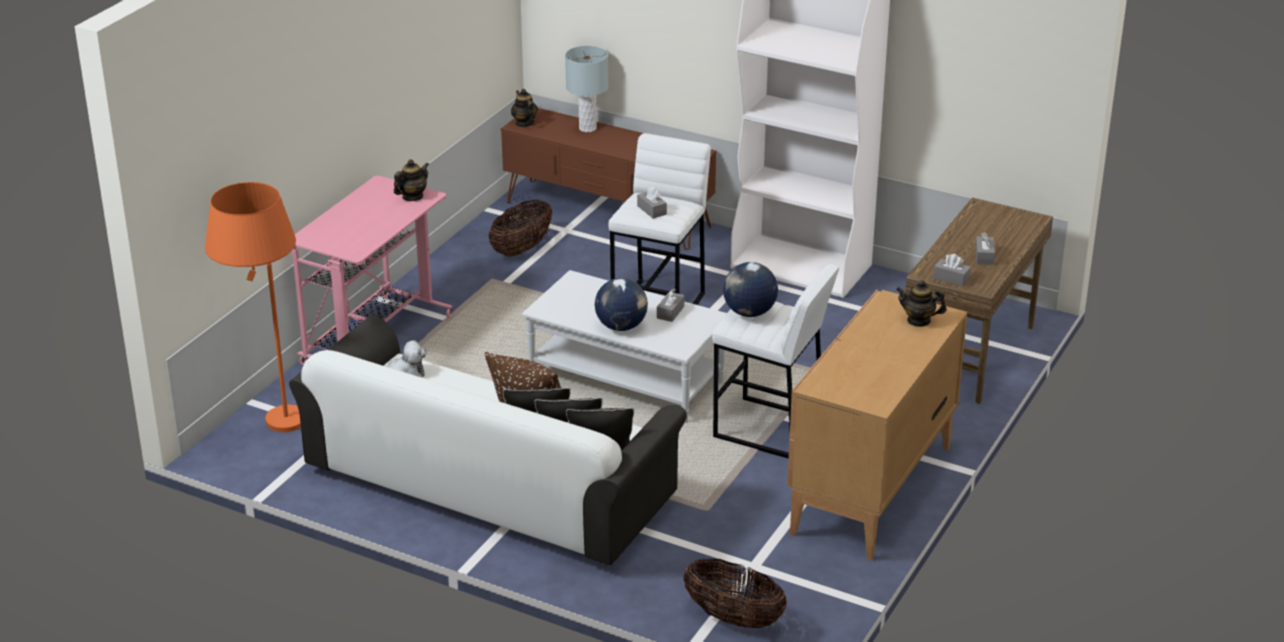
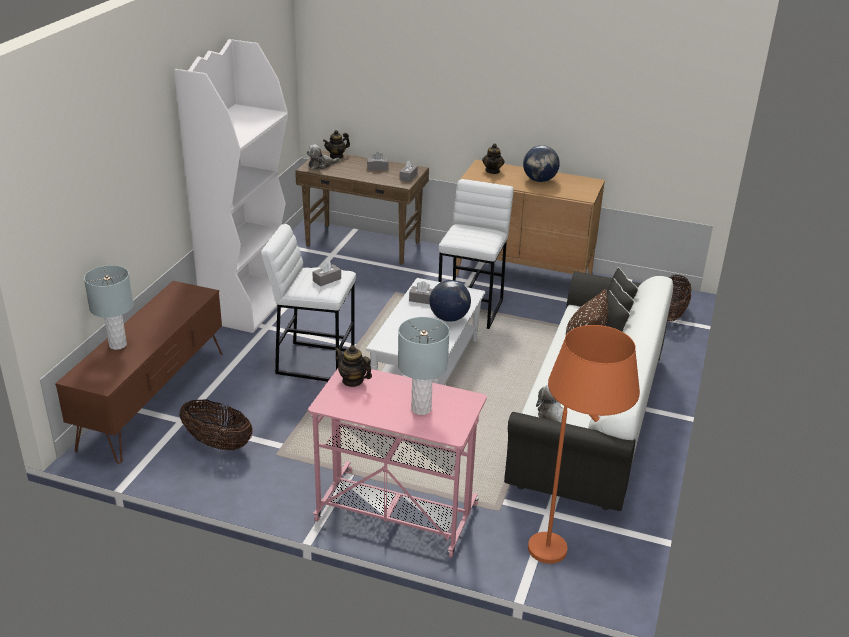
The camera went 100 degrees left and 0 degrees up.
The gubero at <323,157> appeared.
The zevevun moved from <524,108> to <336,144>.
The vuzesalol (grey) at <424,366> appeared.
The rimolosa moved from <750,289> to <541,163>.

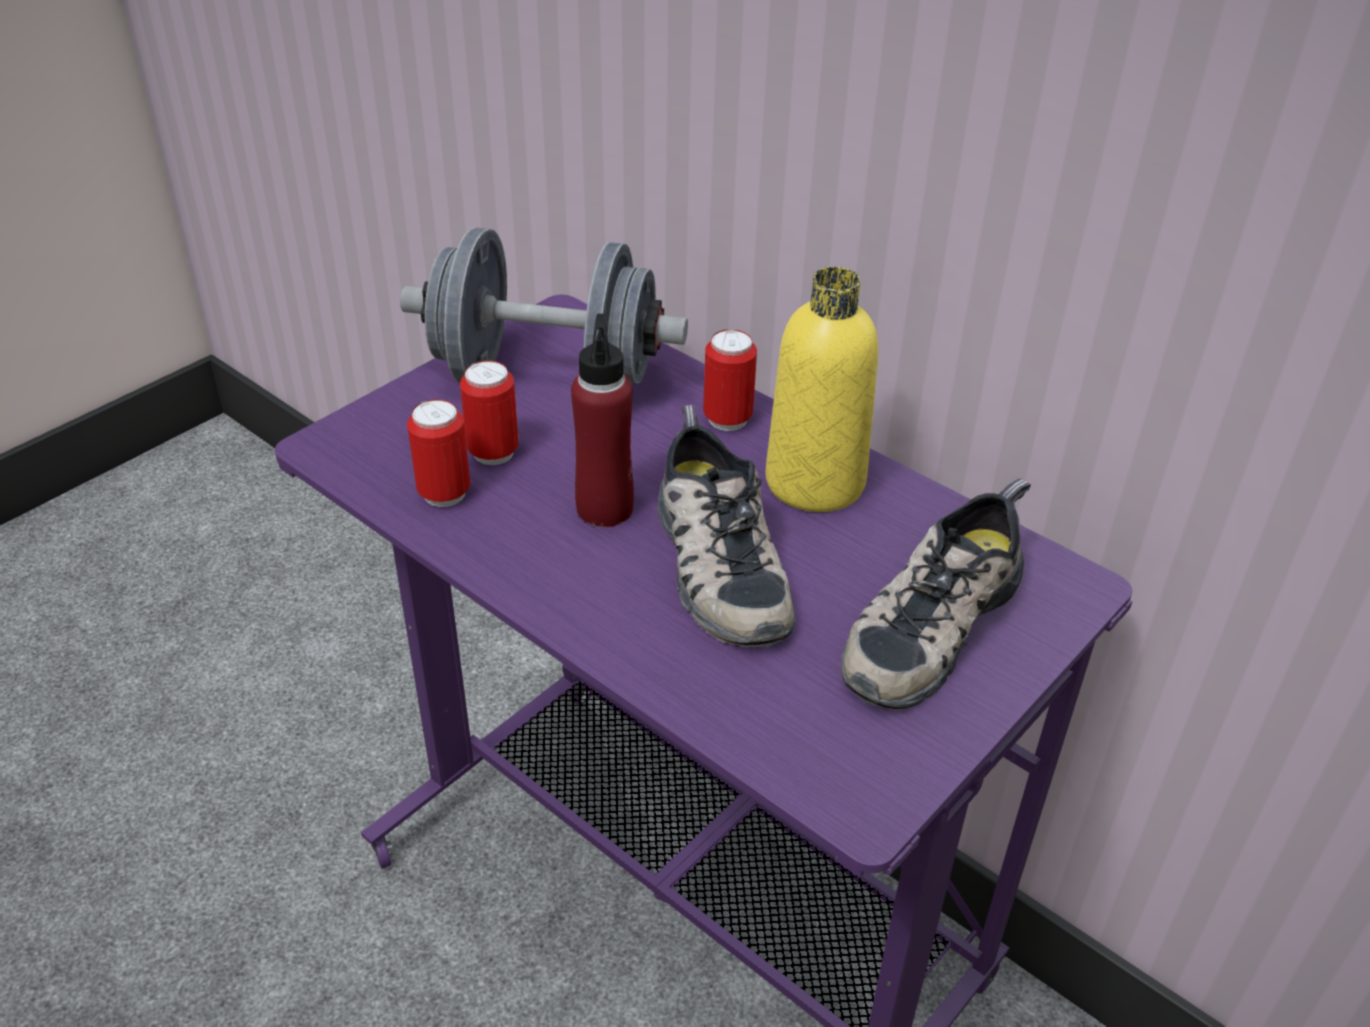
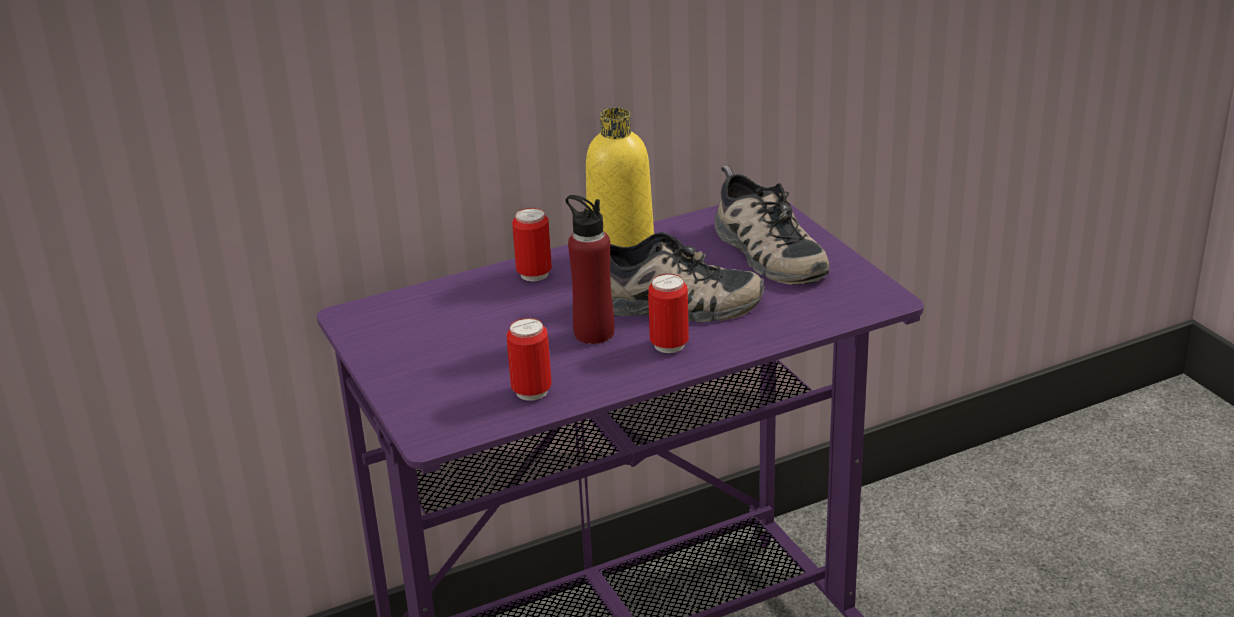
The camera went 65 degrees left and 10 degrees down.
The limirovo moved from <489,412> to <668,313>.
The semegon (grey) at <544,305> disappeared.

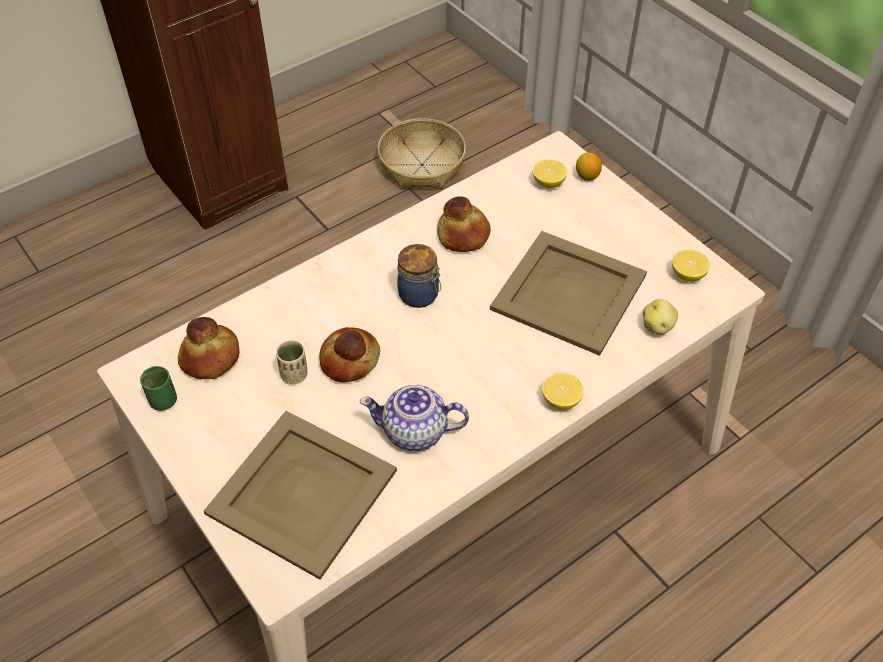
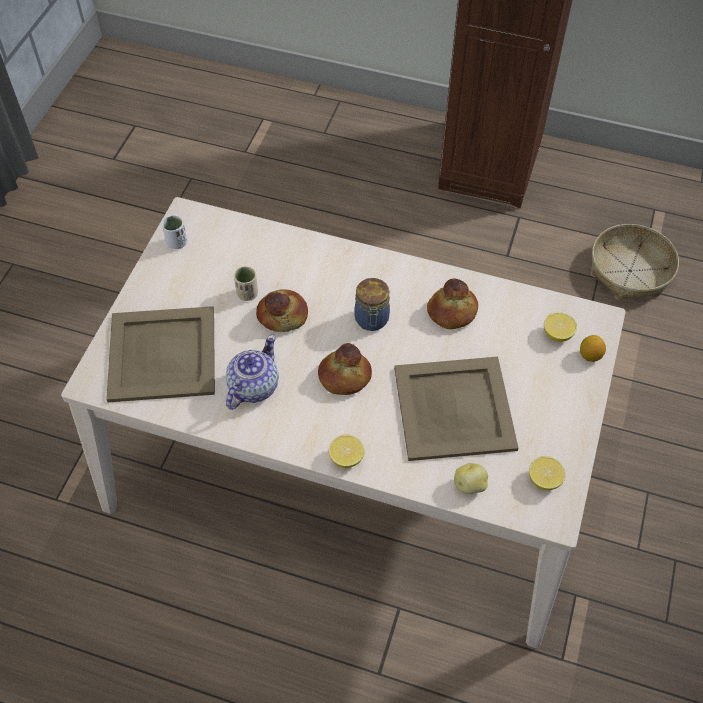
The camera went 55 degrees right and 5 degrees up.
The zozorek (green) at <158,388> became the zozorek (white) at <174,232>.
The zevevun at <414,418> turned 60 degrees clockwise.
The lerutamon moved from <208,348> to <345,369>.

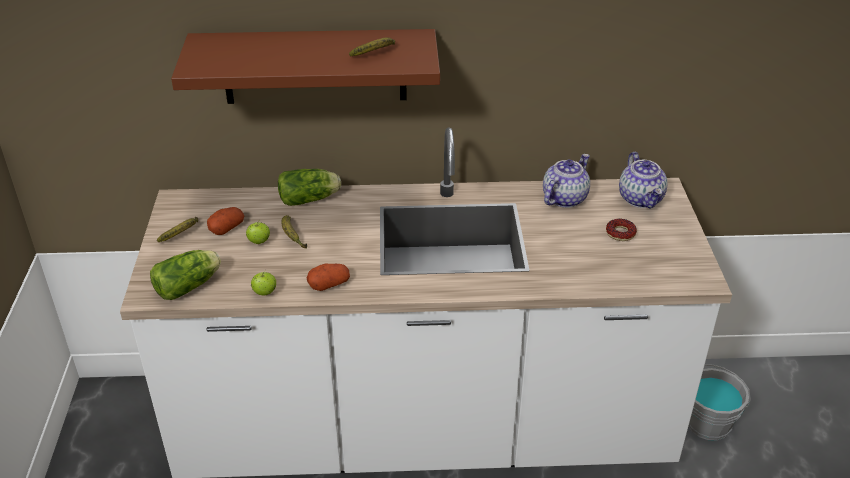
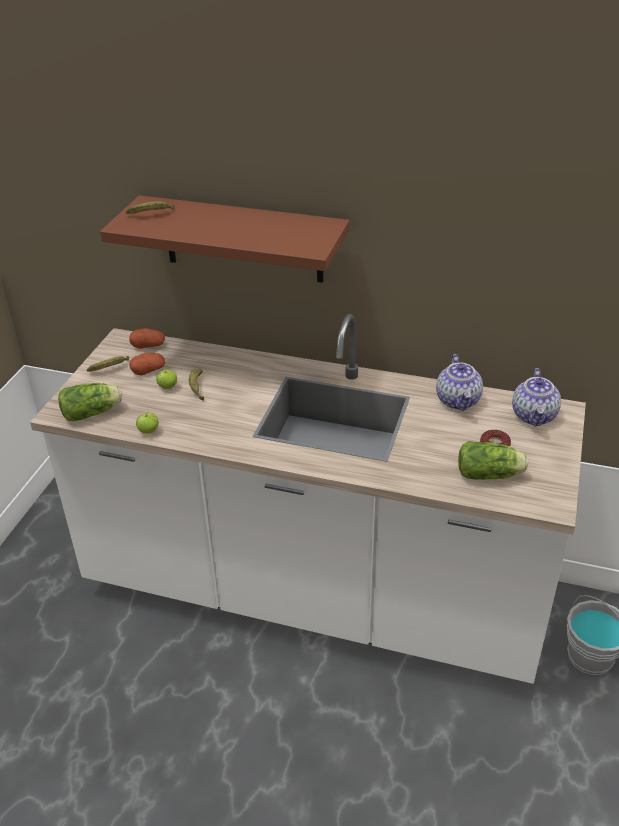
The camera went 20 degrees right and 0 degrees up.
The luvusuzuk moved from <372,47> to <150,207>.
The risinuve moved from <328,277> to <147,338>.
The zevevun at <566,181> turned 120 degrees clockwise.
The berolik moved from <309,187> to <493,460>.

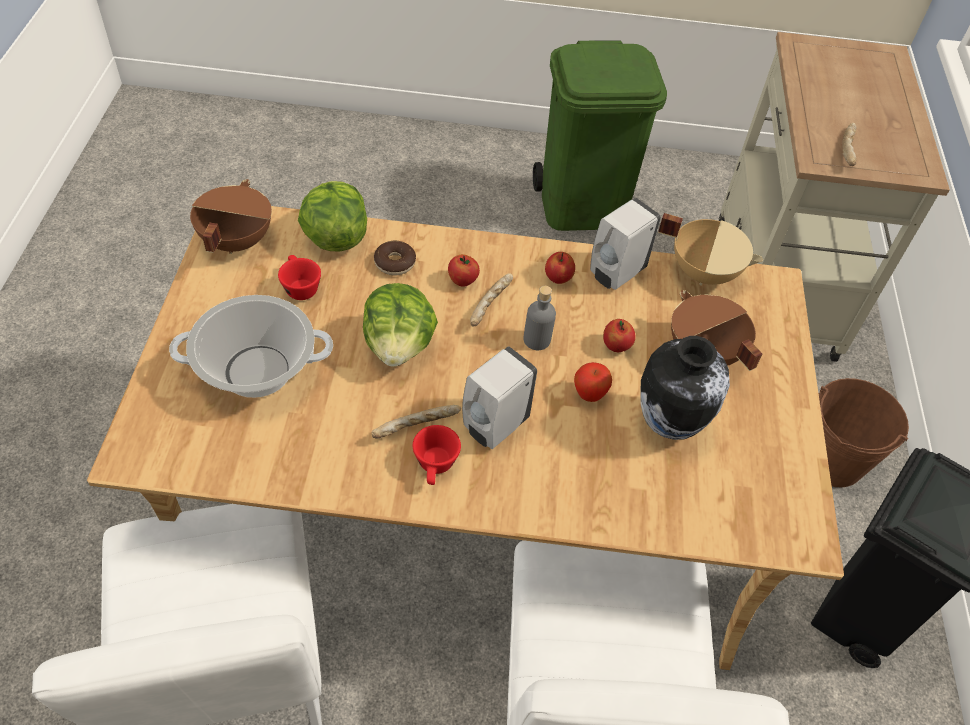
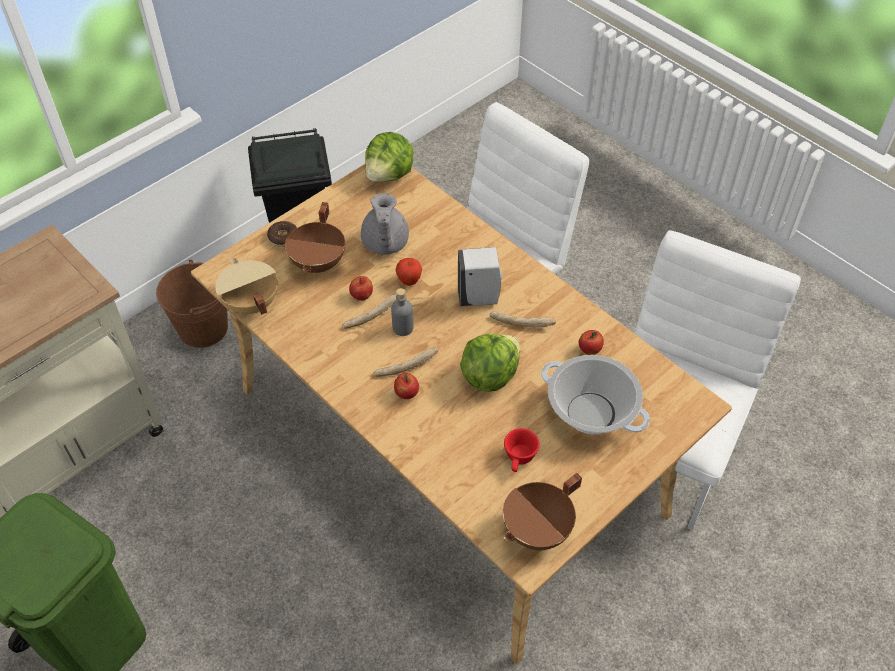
The camera went 135 degrees left and 0 degrees up.
The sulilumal moved from <395,258> to <282,234>.
The lerutamon moved from <849,144> to <369,310>.
The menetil at <685,388> was replaced by the zevevun (grey) at <385,224>.
The berolik moved from <332,216> to <389,157>.
The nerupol moved from <560,268> to <591,342>.
The zozorek (red) at <437,455> disappeared.
The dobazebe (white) at <625,244> disappeared.

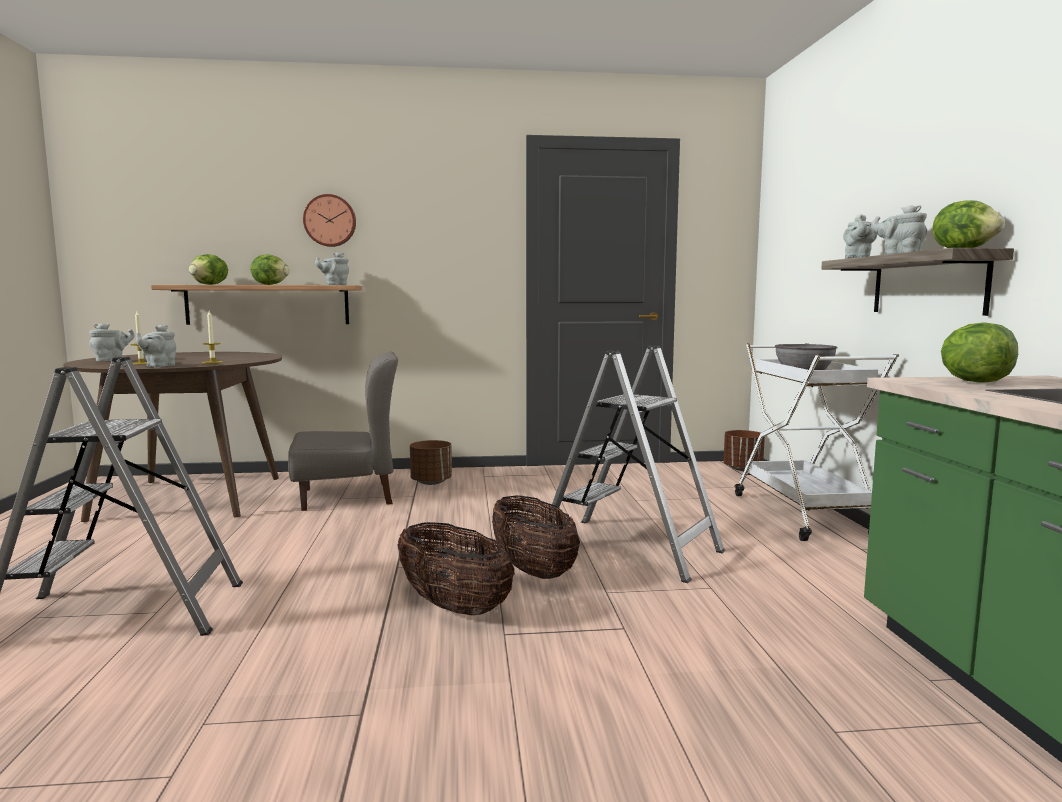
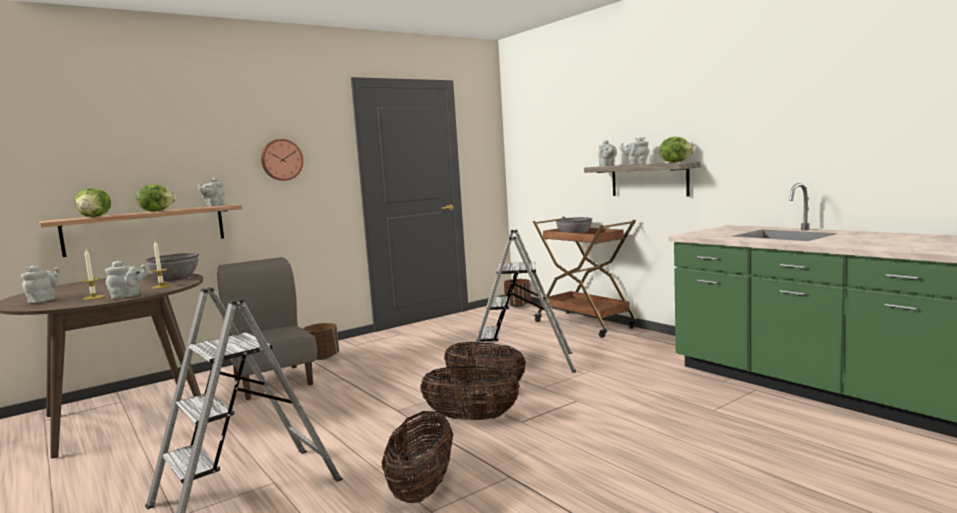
The camera went 30 degrees left and 0 degrees up.
The zevevun (grey) at <156,346> turned 90 degrees counterclockwise.
The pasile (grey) at <172,267> appeared.
The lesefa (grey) at <343,431> turned 75 degrees counterclockwise.
The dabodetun moved from <329,220> to <282,160>.
The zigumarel at <417,457> appeared.
The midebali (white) at <816,442> became the midebali (brown) at <585,277>.
The berolik at <979,352> disappeared.

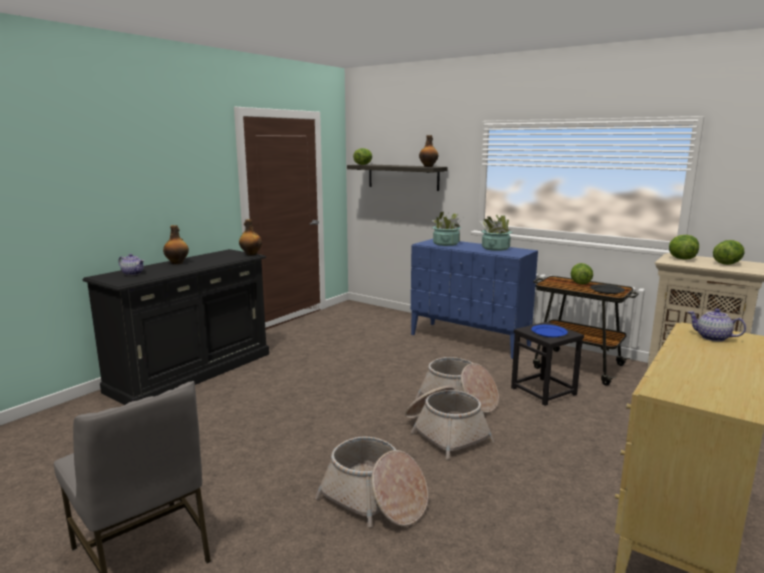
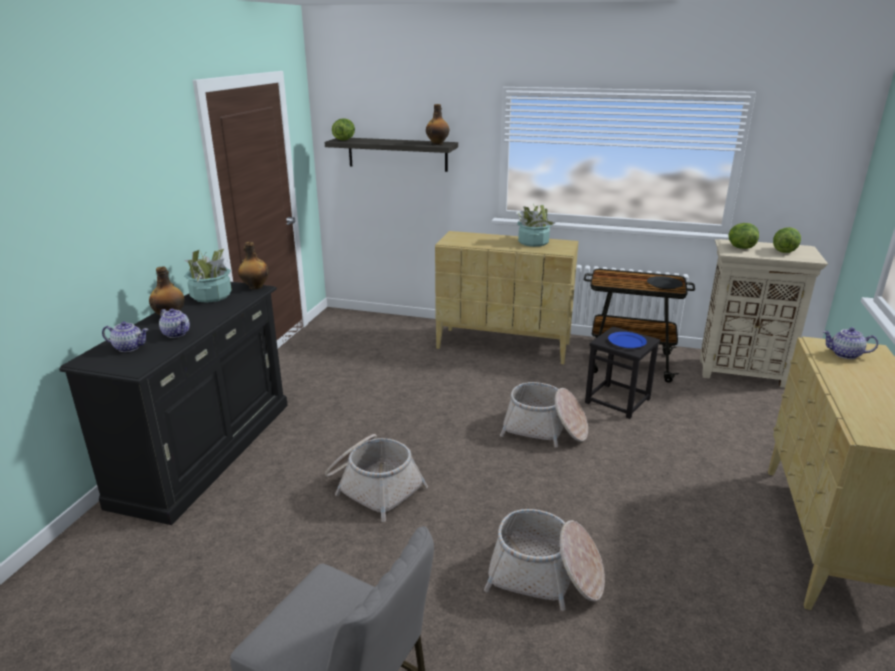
The camera went 20 degrees left and 10 degrees up.
The zevevun at <174,323> appeared.
The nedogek moved from <447,229> to <208,276>.
The zigumarel moved from <449,423> to <376,478>.
The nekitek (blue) at <474,299> became the nekitek (beige) at <507,297>.
The berolik at <582,273> disappeared.

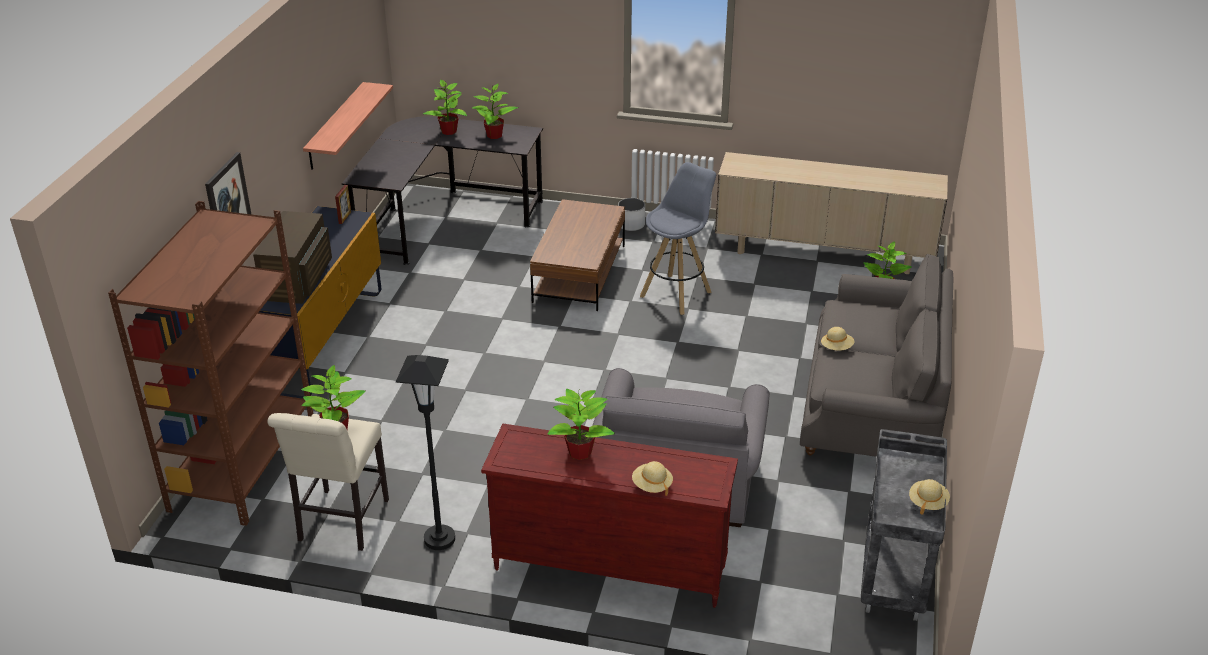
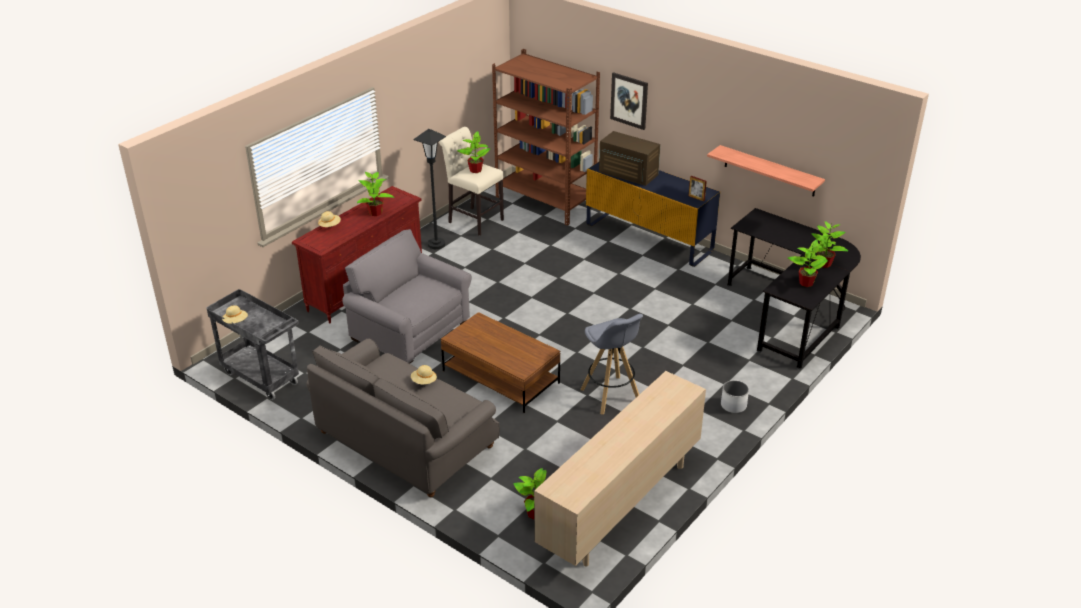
The camera went 115 degrees right and 0 degrees up.
The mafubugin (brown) moved from <577,255> to <500,362>.

